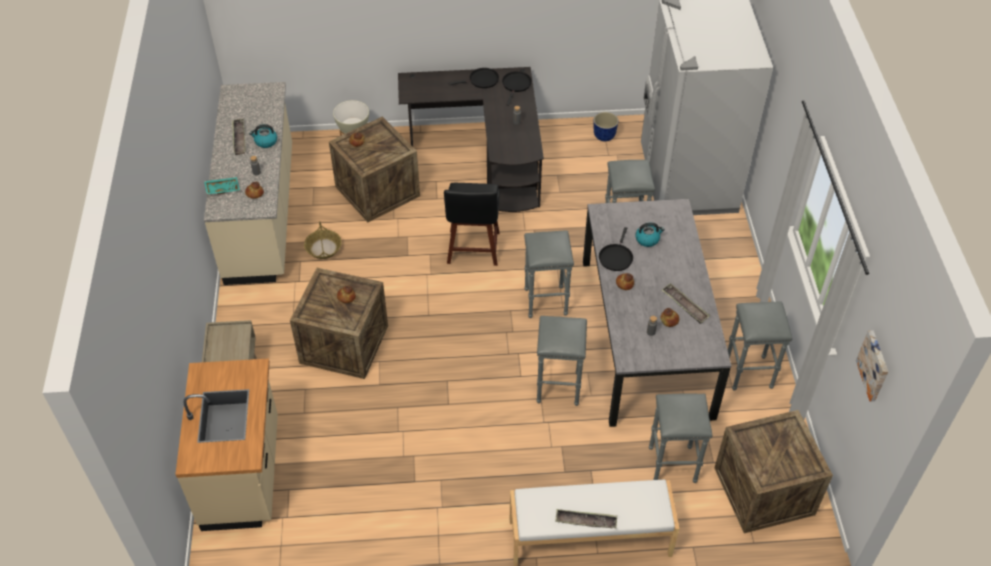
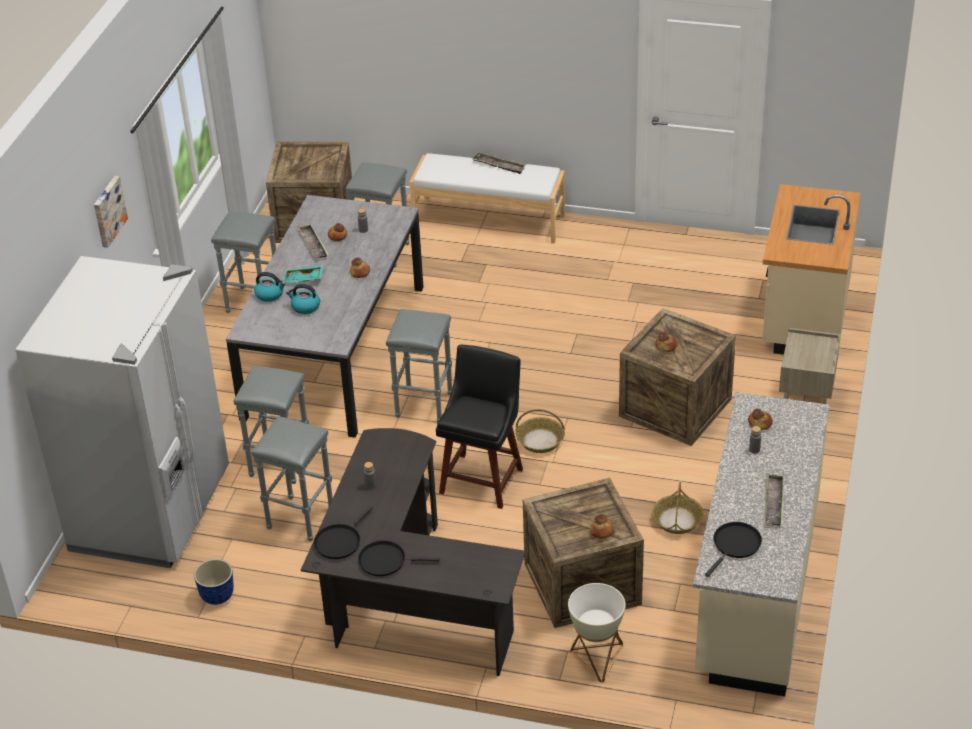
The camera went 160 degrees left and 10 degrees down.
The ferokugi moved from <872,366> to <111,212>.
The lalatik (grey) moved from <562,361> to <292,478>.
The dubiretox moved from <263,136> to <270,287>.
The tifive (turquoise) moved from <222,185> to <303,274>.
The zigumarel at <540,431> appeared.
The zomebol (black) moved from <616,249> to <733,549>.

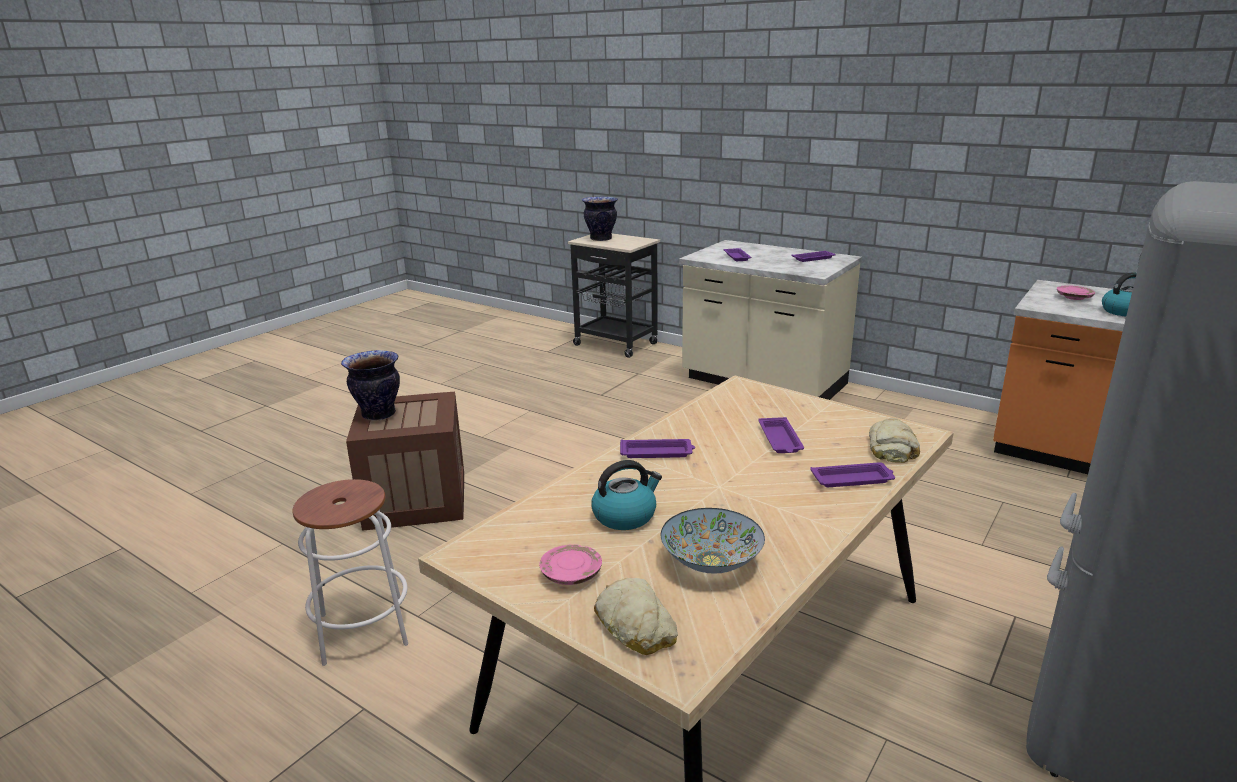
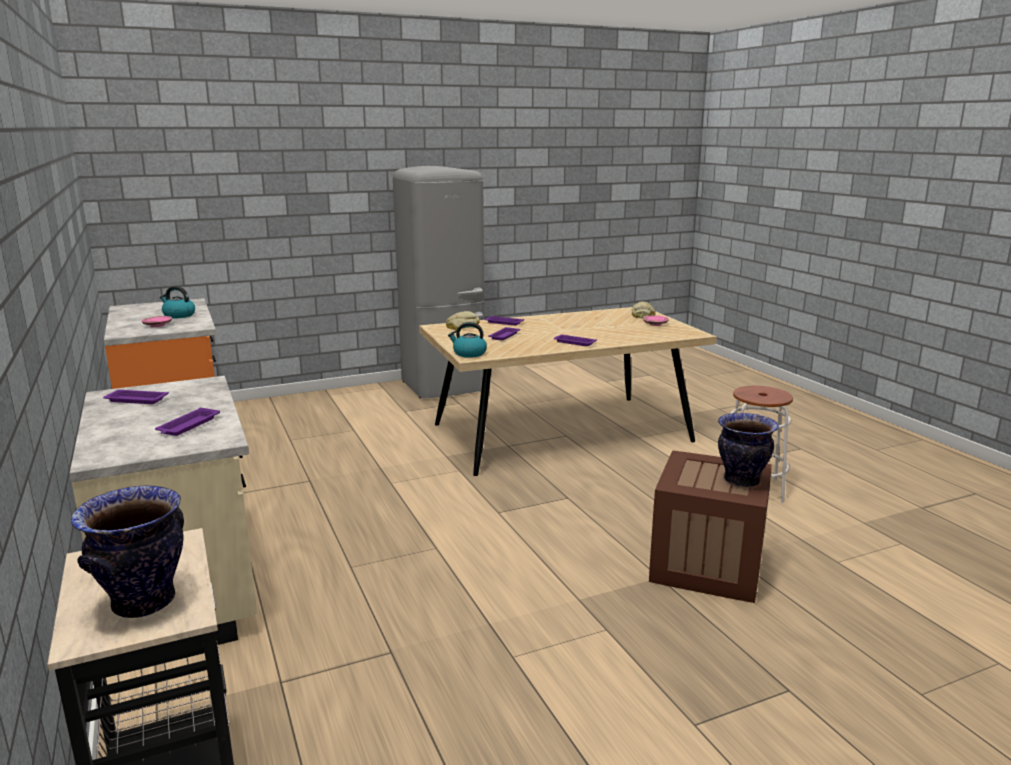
The camera went 150 degrees left and 5 degrees down.
The dubiretox moved from <626,495> to <467,340>.
The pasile at <713,540> disappeared.

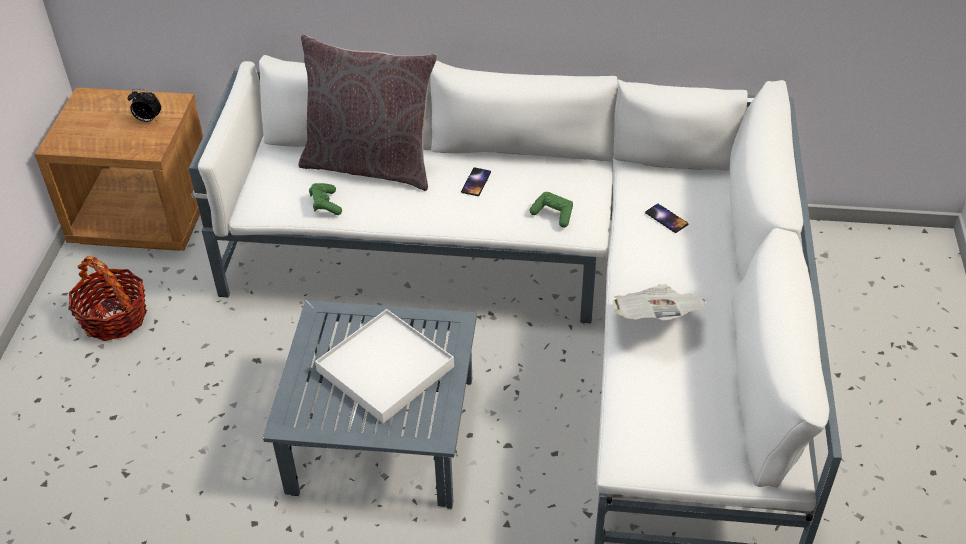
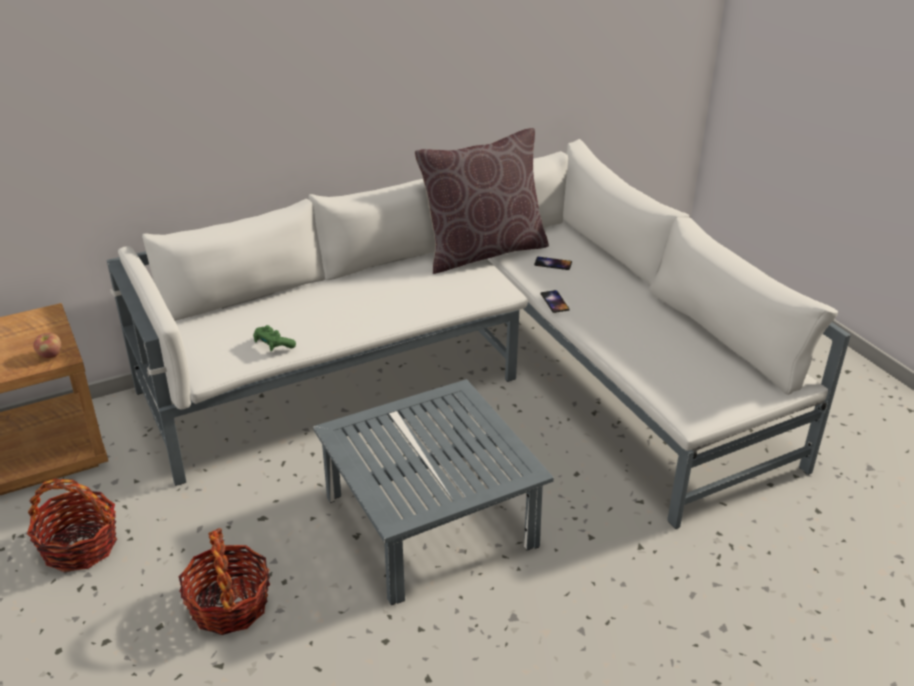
The camera went 35 degrees left and 10 degrees down.
The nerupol at <47,345> appeared.
The zigumarel at <224,581> appeared.
The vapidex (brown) at <482,201> appeared.
The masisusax moved from <476,182> to <555,301>.
The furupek at <144,105> disappeared.
The vapidex (grey) at <367,112> disappeared.
The tifive (white) at <384,366> disappeared.
The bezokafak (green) at <551,210> disappeared.
The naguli at <659,302> disappeared.

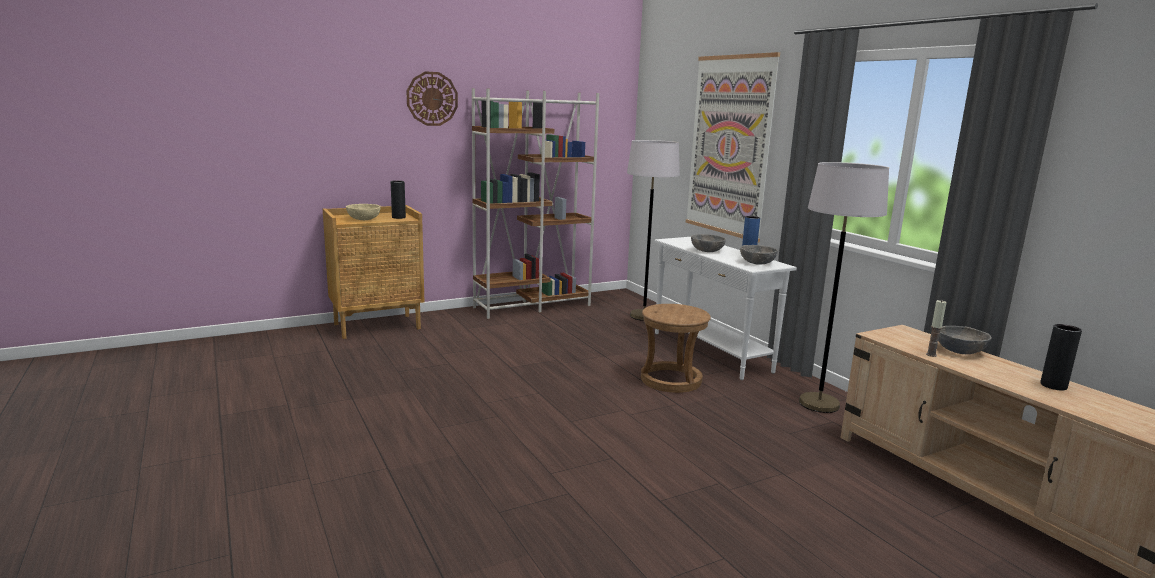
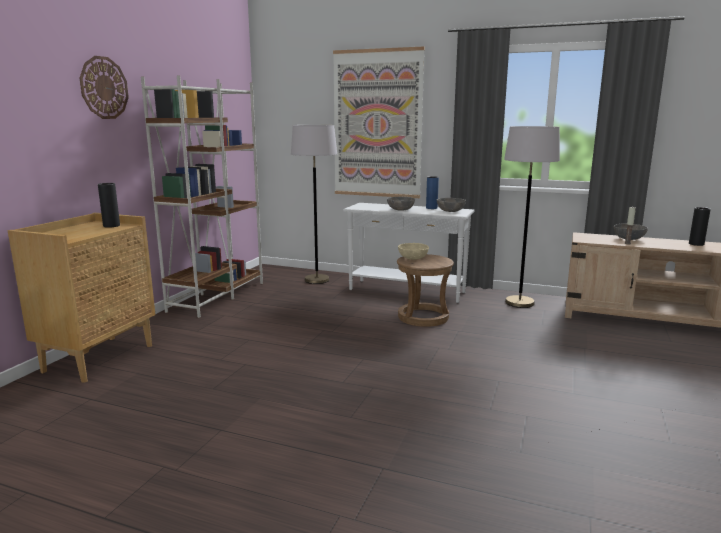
The camera went 40 degrees left and 0 degrees up.
The pasile (beige) moved from <363,212> to <413,251>.

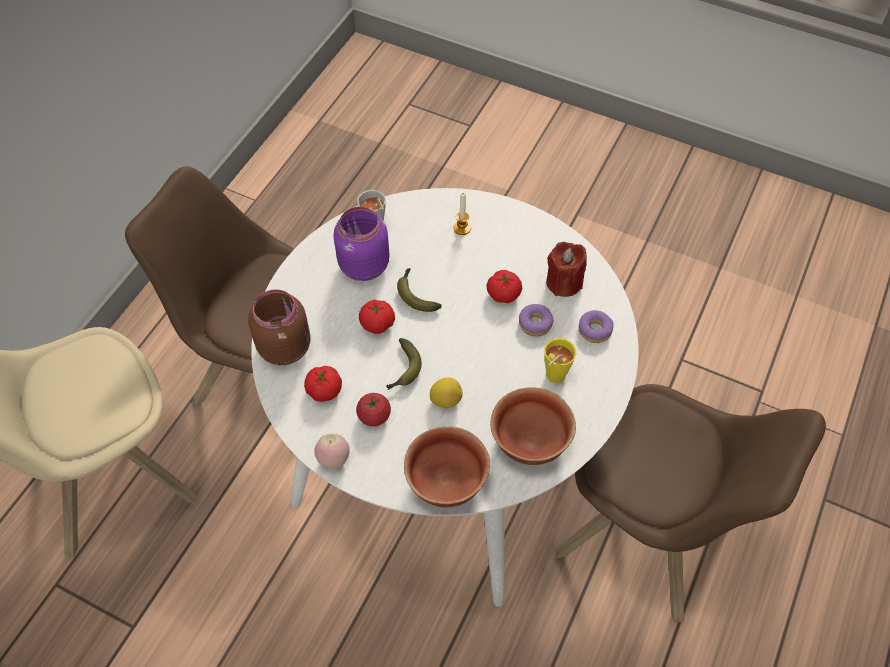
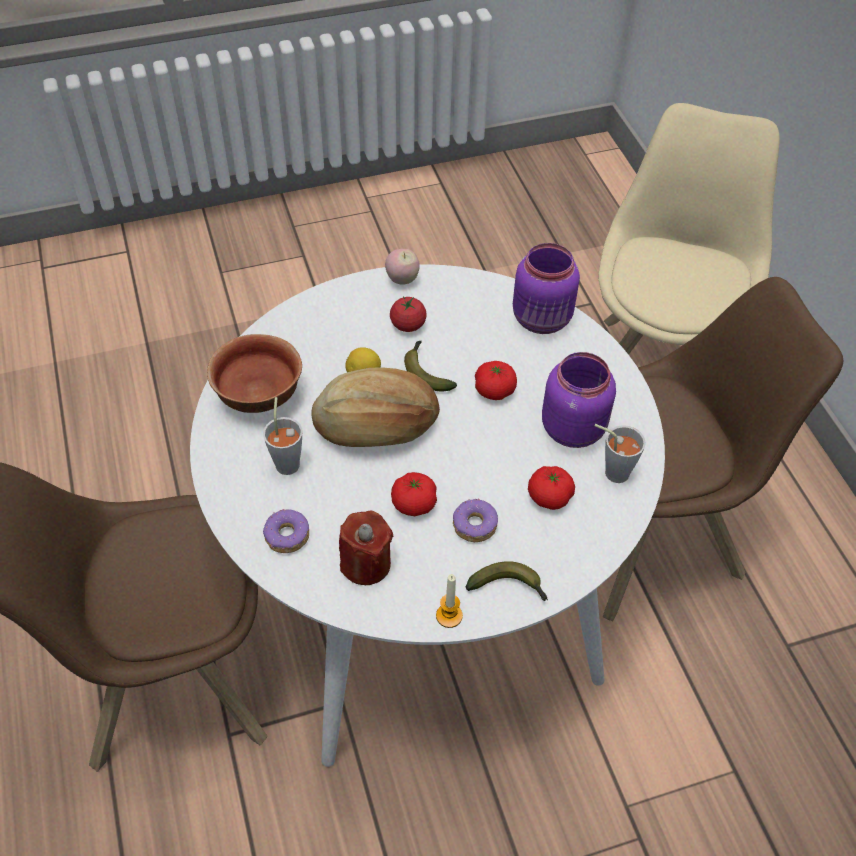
The camera went 135 degrees right and 5 degrees down.
The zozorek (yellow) at <560,360> became the zozorek (grey) at <283,436>.
The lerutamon at <375,407> appeared.
The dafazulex moved from <462,214> to <449,601>.
The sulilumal moved from <536,320> to <475,520>.
The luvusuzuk moved from <419,290> to <507,581>.
The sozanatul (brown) at <279,327> became the sozanatul (purple) at <546,288>.
The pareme moved from <323,384> to <551,488>.
The pasile at <447,466> disappeared.

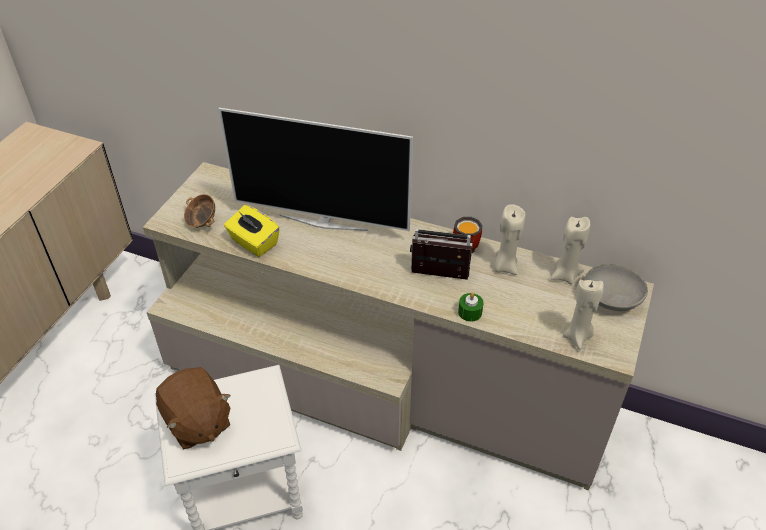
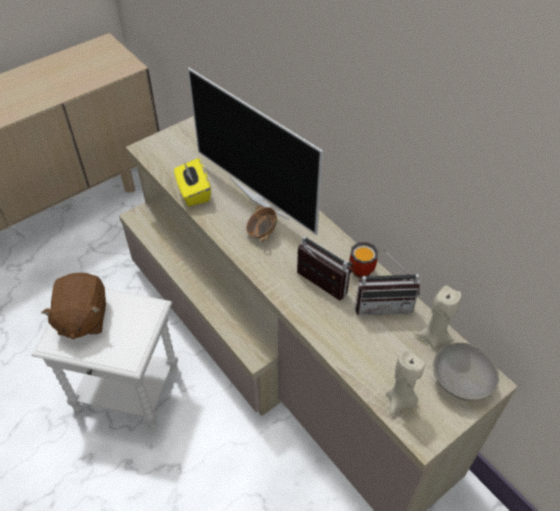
The camera went 30 degrees right and 5 degrees up.
The pasile moved from <199,211> to <261,223>.
The dafazulex (beige) at <509,239> was replaced by the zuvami at <387,282>.
The dafazulex (green) at <470,307> disappeared.

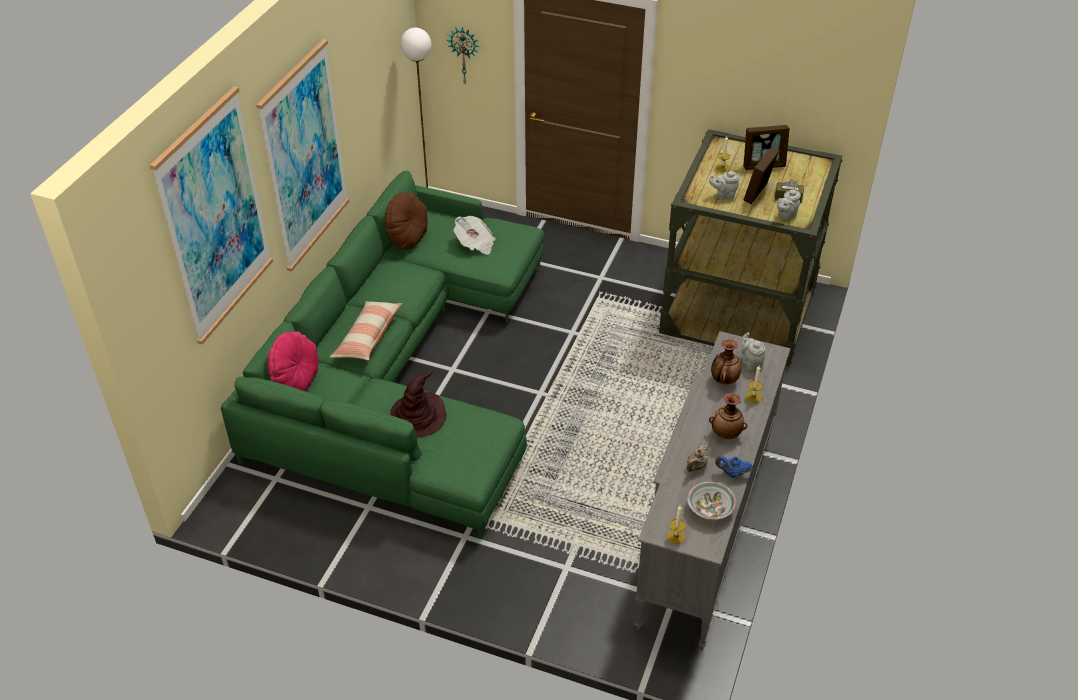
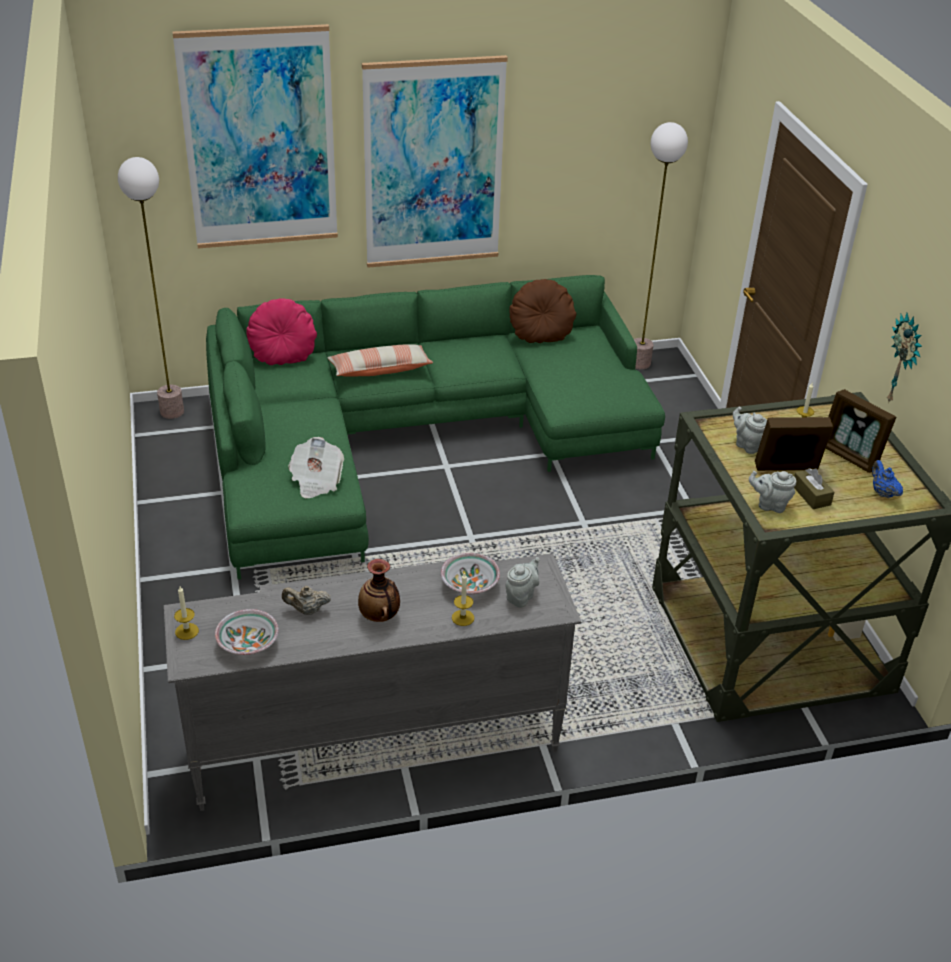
The camera went 55 degrees right and 5 degrees down.
The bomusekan at <151,288> appeared.
The naguli moved from <475,235> to <316,468>.
The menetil at <726,361> was replaced by the pasile at <470,573>.
The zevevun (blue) moved from <734,467> to <887,479>.
The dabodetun moved from <463,55> to <904,358>.
The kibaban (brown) at <418,404> disappeared.

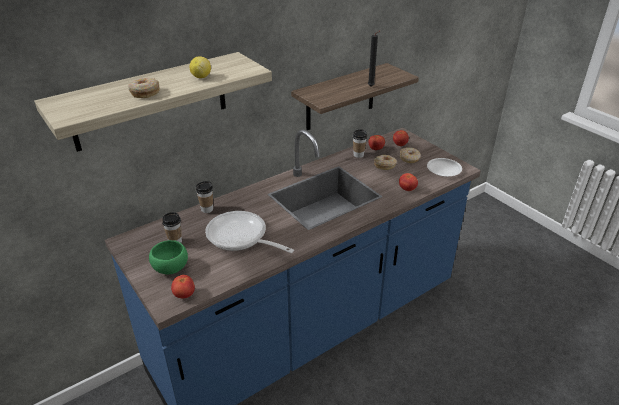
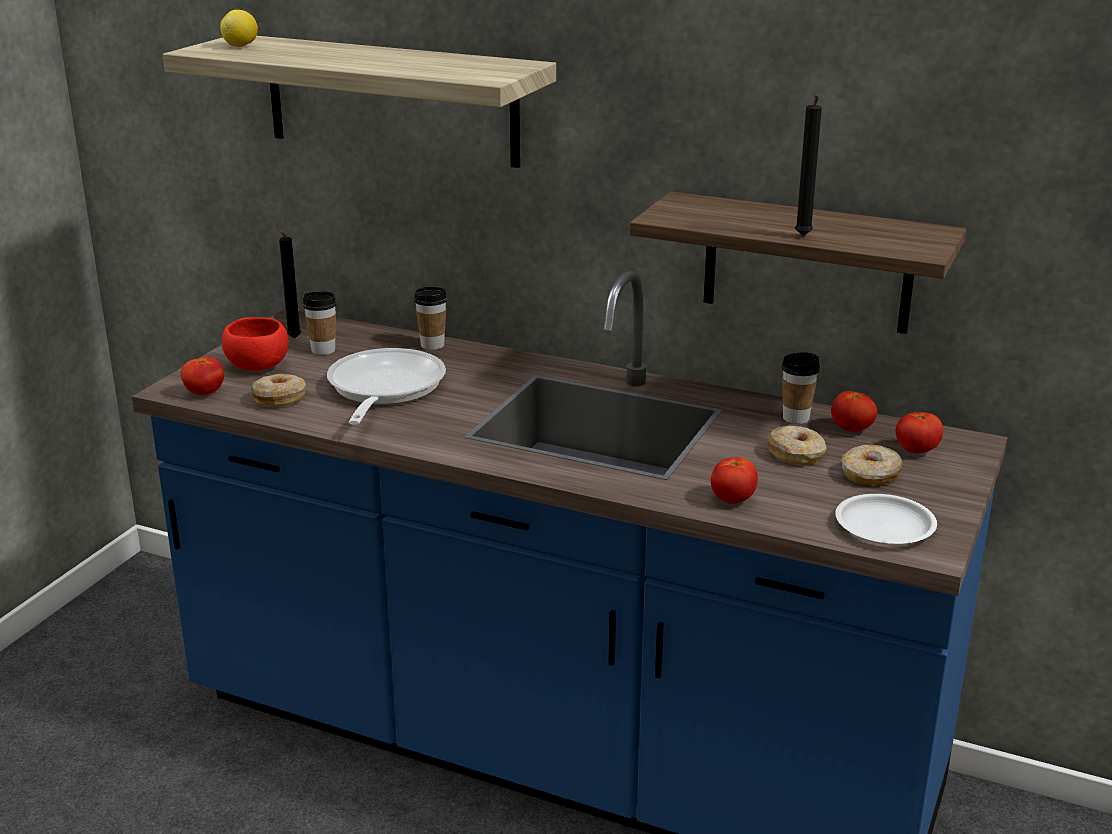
The camera went 60 degrees right and 10 degrees down.
The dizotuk moved from <200,67> to <239,28>.
The pasile (green) at <168,257> became the pasile (red) at <255,344>.
The sulilumal moved from <144,88> to <278,390>.
The dafazulex (black) at <288,282> appeared.

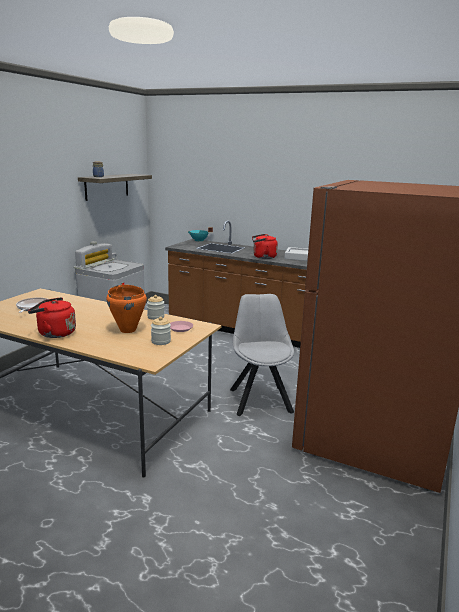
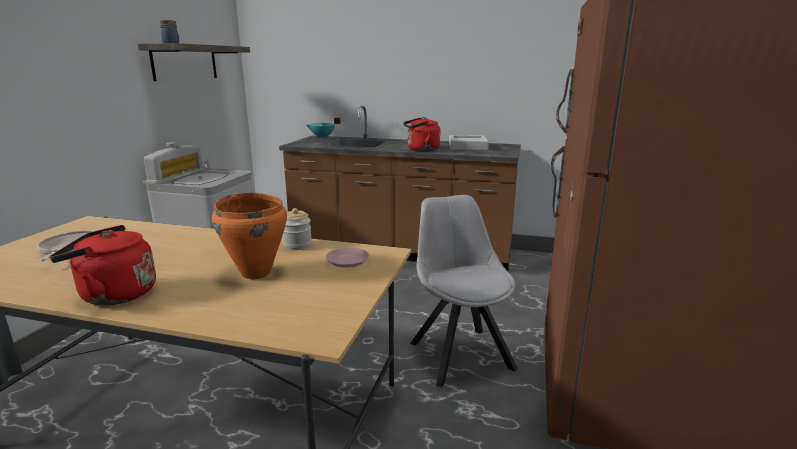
The camera went 10 degrees left and 0 degrees up.
The sozanatul at <161,331> disappeared.

